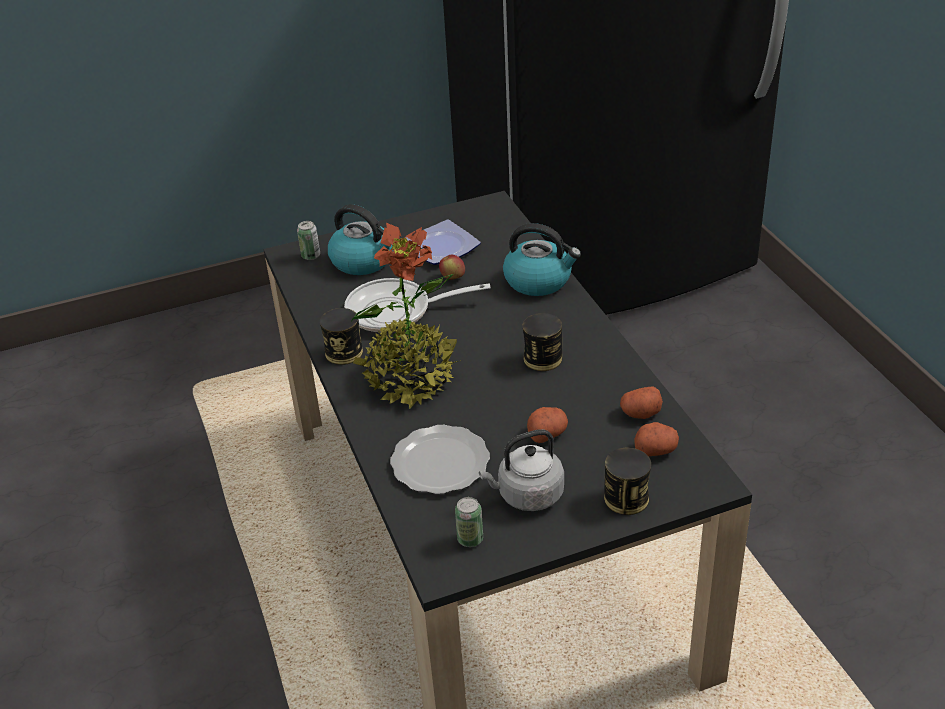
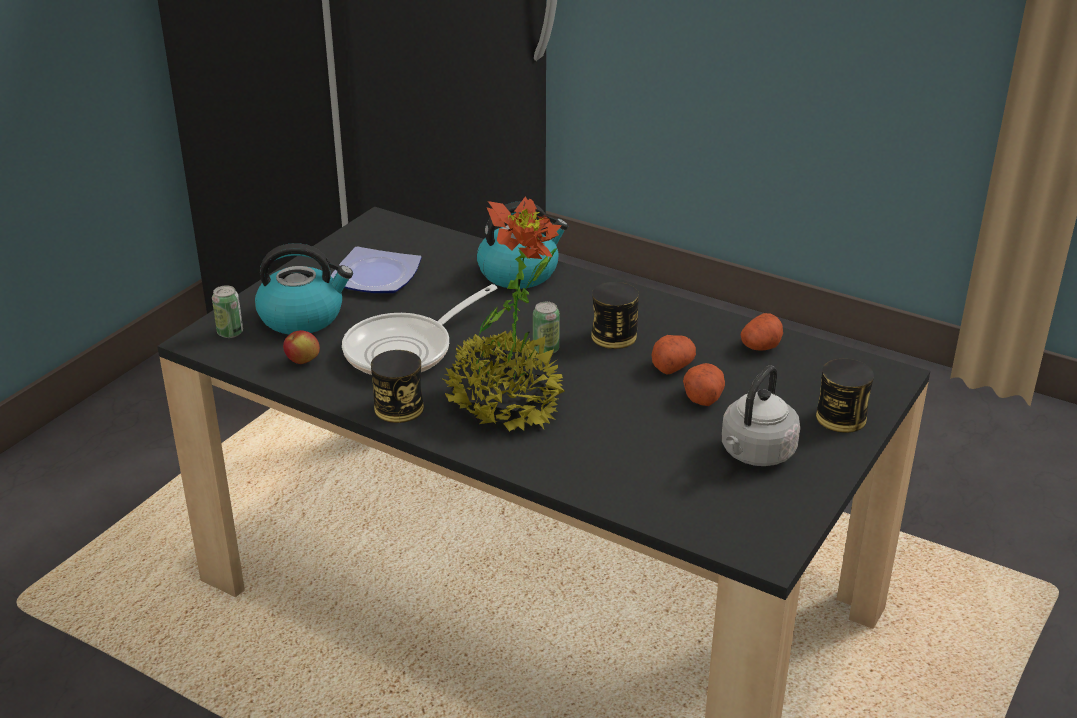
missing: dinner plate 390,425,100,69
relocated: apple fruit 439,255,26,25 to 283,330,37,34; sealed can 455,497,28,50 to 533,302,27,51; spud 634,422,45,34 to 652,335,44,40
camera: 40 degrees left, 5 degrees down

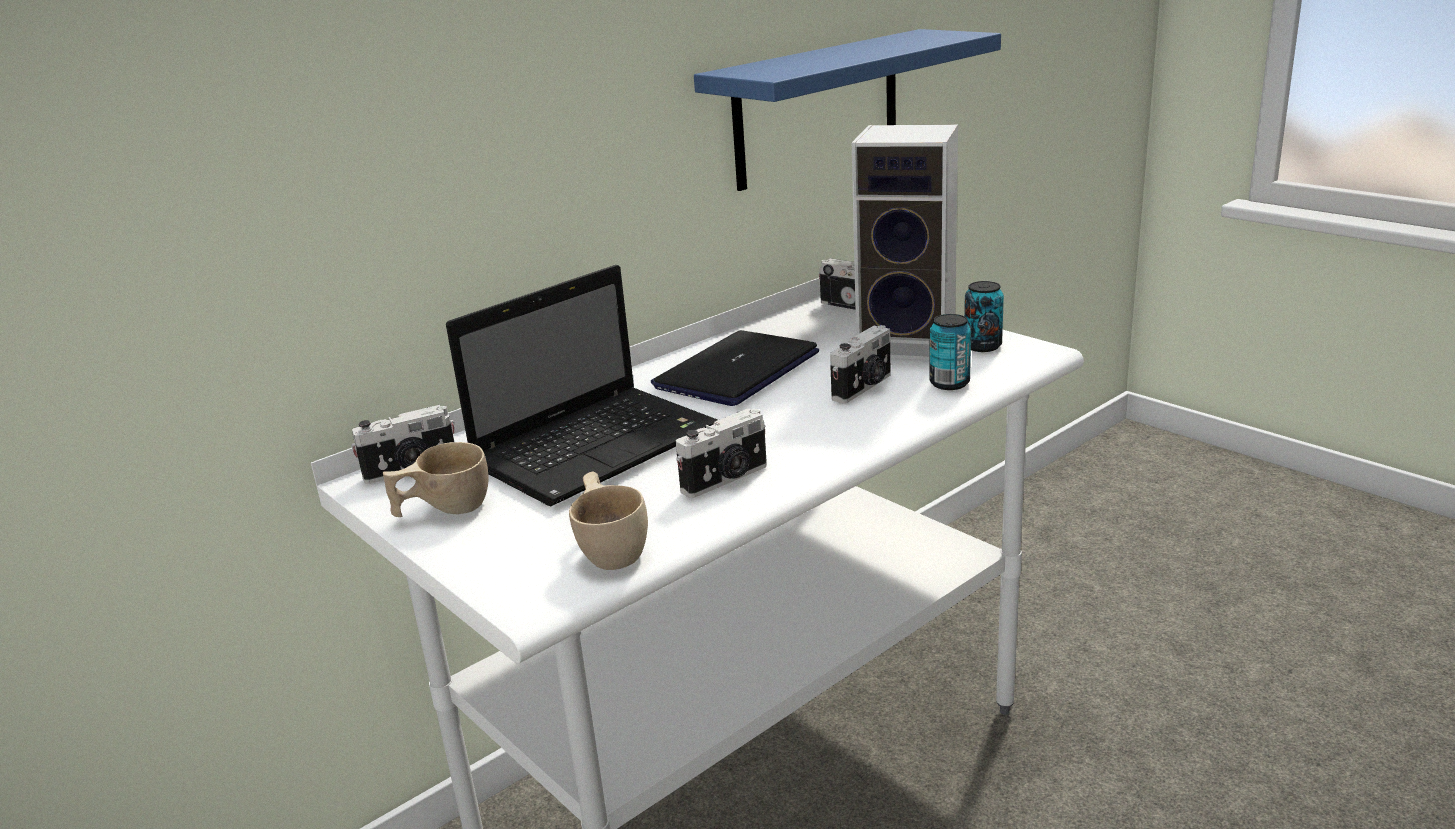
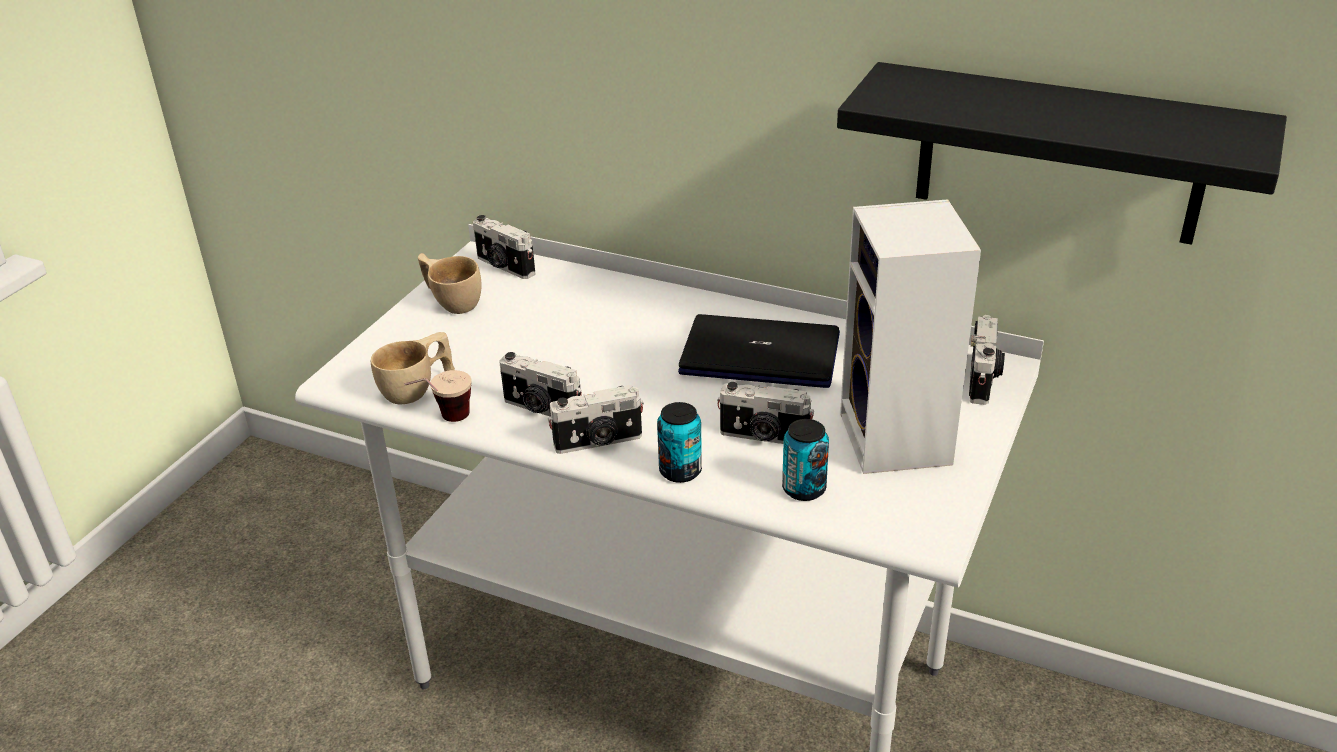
missing: notebook computer 446,265,272,241
appeared: cup 404,370,68,52; still camera 548,385,96,69
relocated: sealed can 964,281,40,71 to 657,402,45,81
colour: blue-coloured wall shelf 694,29,307,162 to black-coloured wall shelf 837,62,450,183
camera: 65 degrees right, 10 degrees up

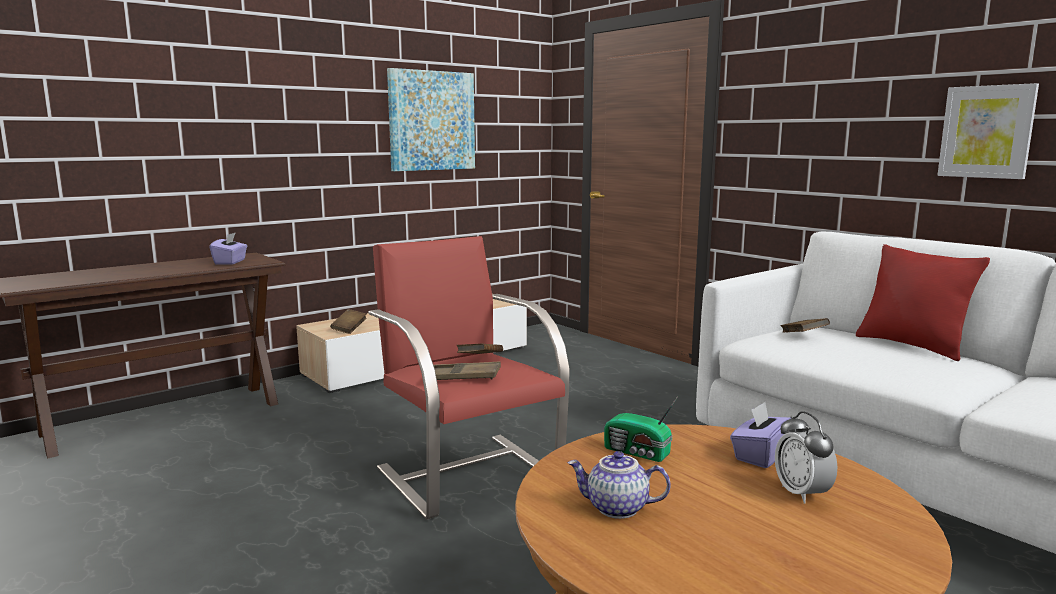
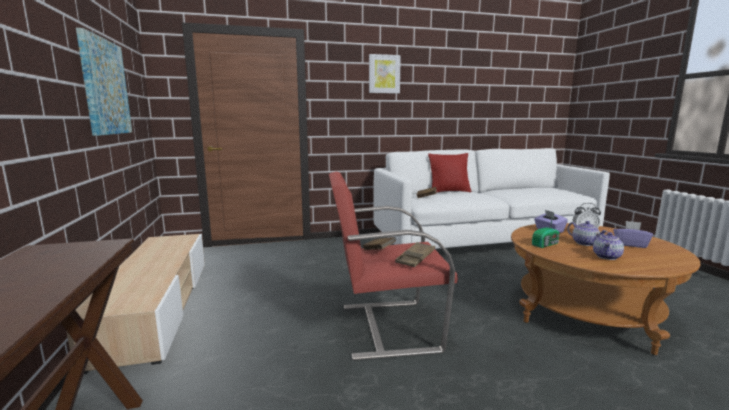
missing: brown-coloured volume 330,309,36,25
appeared: tea pot 567,221,41,25
relocated: wall art 937,83,102,96 to 369,54,32,40; purplish tissue holder 209,232,38,33 to 613,221,40,27
camera: 65 degrees left, 0 degrees up

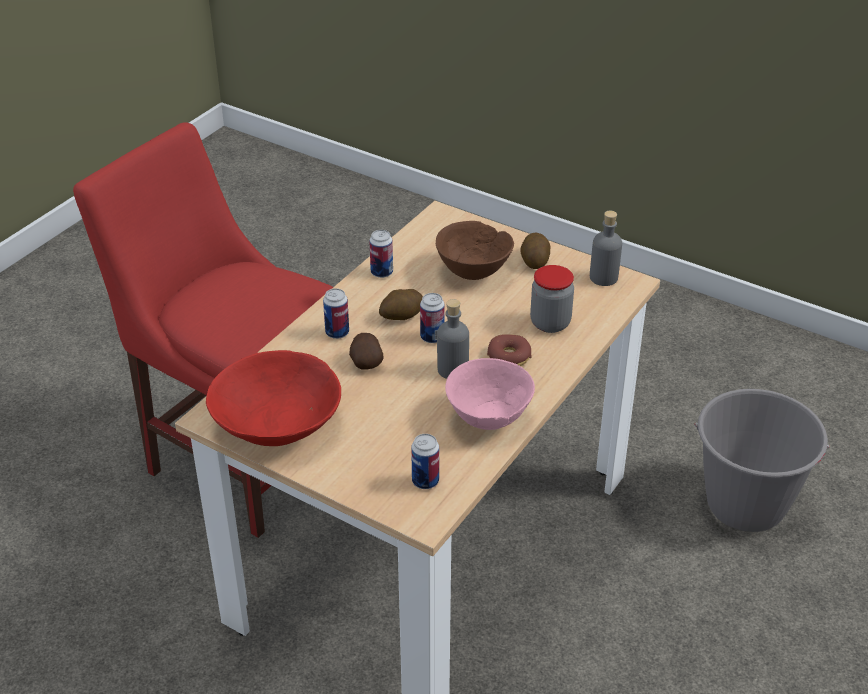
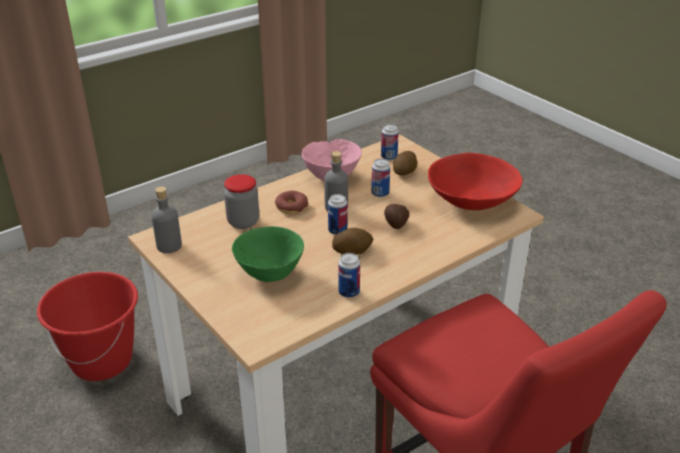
relocated: sealed can 323,288,26,51 to 371,159,19,38; spud 520,233,30,36 to 393,151,24,24
colour: grey water bucket 694,389,136,143 to red water bucket 37,272,101,109; brown-coloured bowl 436,221,78,59 to green-coloured bowl 232,226,72,56
camera: 160 degrees left, 5 degrees down

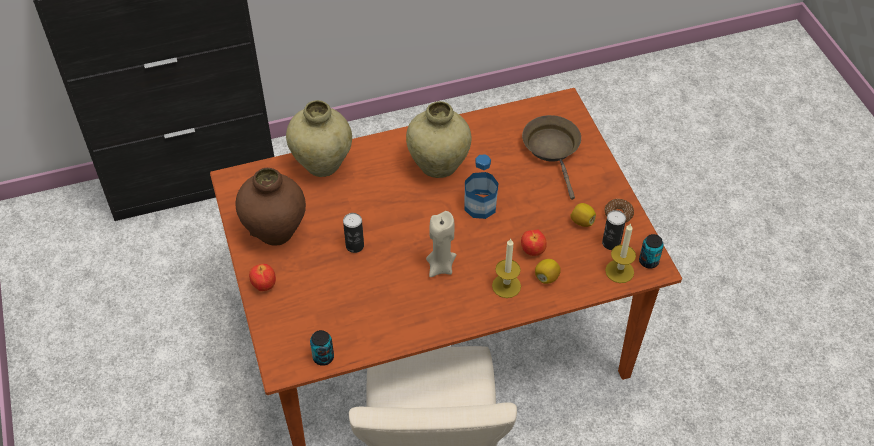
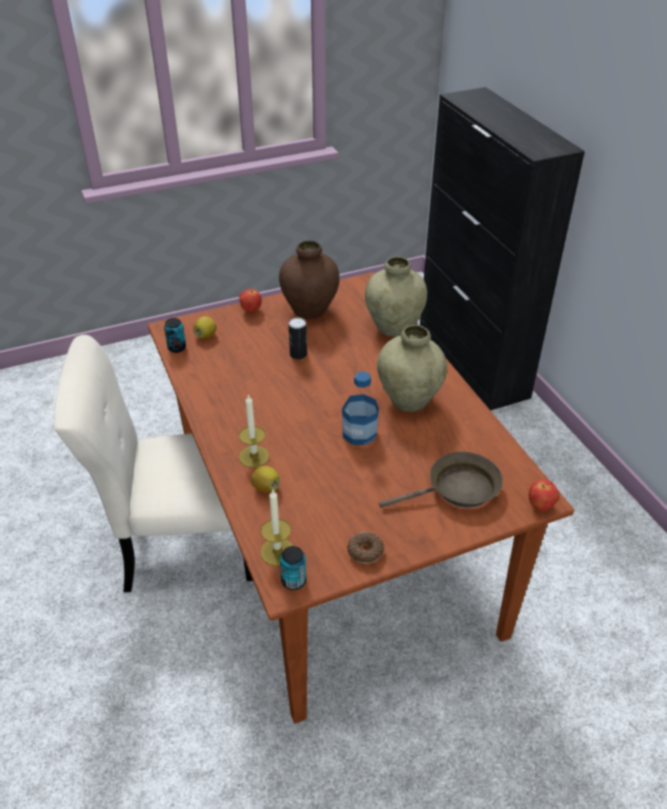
missing: sand-coloured wax light 426,211,30,66; sealed can 602,210,24,40
relocated: citrus fruit 570,203,26,24 to 193,316,23,23; apple fruit 521,230,26,26 to 529,479,30,32
camera: 85 degrees right, 10 degrees down

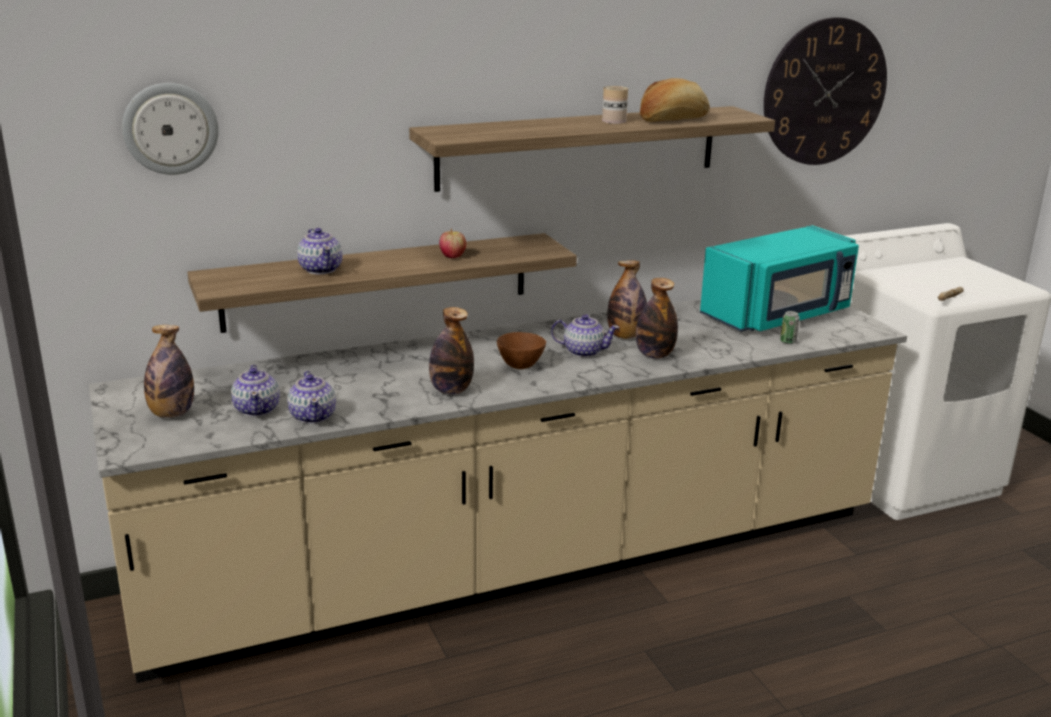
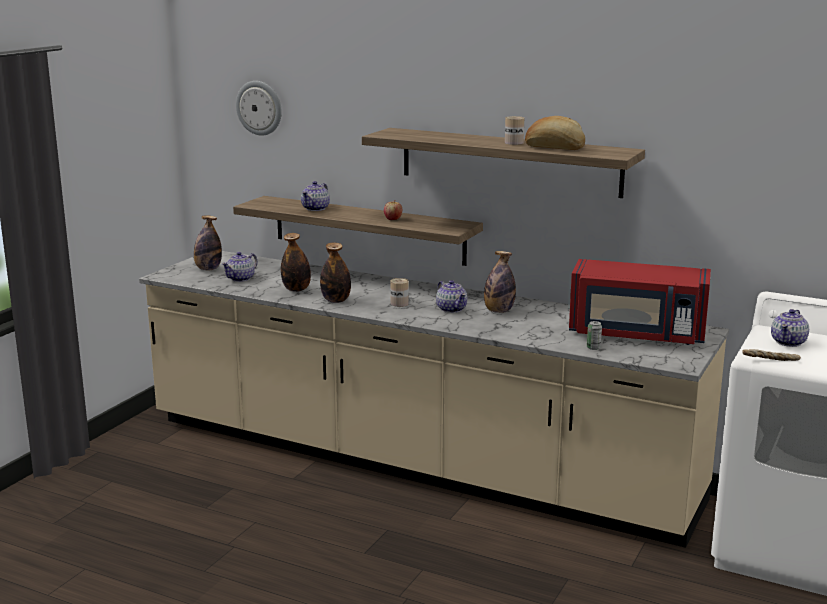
missing: wall clock 764,17,123,148
relocated: drink bottle 636,278,42,81 to 281,233,30,59; tea pot 287,371,49,53 to 771,309,38,38
exchanged: brown-coloured bowl 497,332,49,37 to sealed can 390,278,19,29
colour: turquoise-coloured microwave oven 700,225,159,107 to red microwave oven 569,259,142,86
camera: 50 degrees right, 5 degrees down

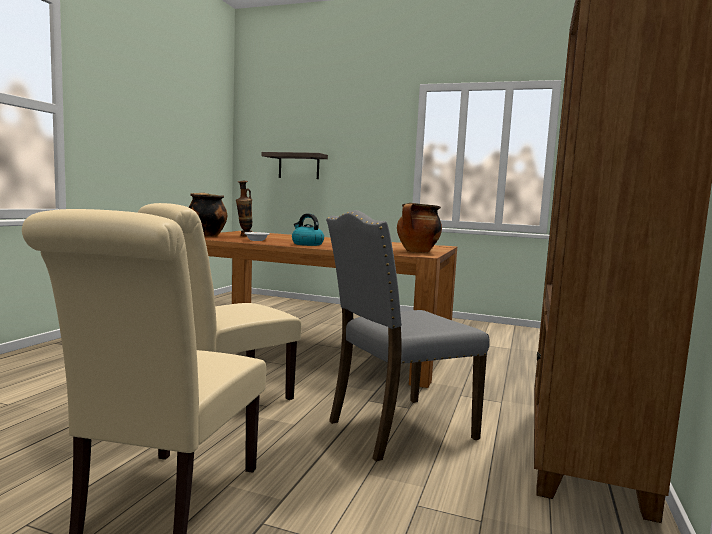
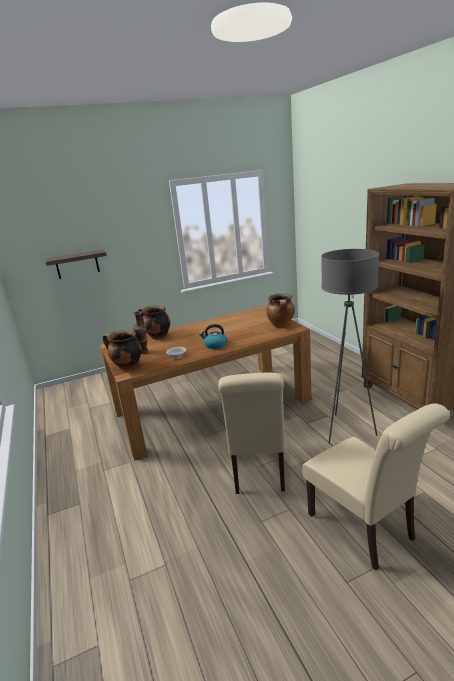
appeared: stockpot 138,305,32,34
exchanged: grey upright chair 326,210,164,252 to grey standing lamp 321,249,58,195
camera: 40 degrees left, 15 degrees up

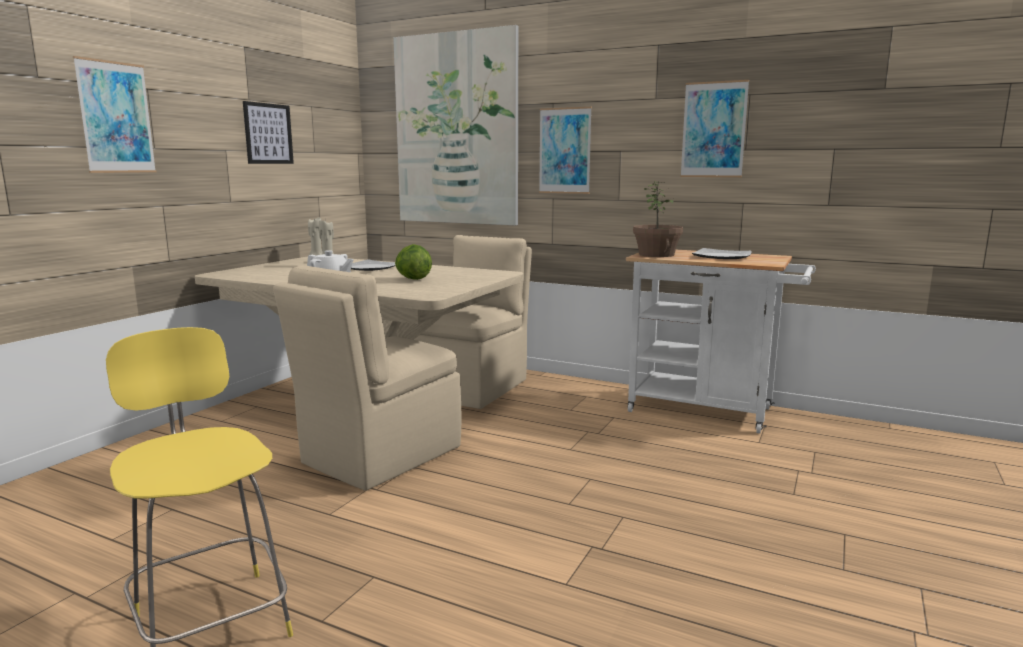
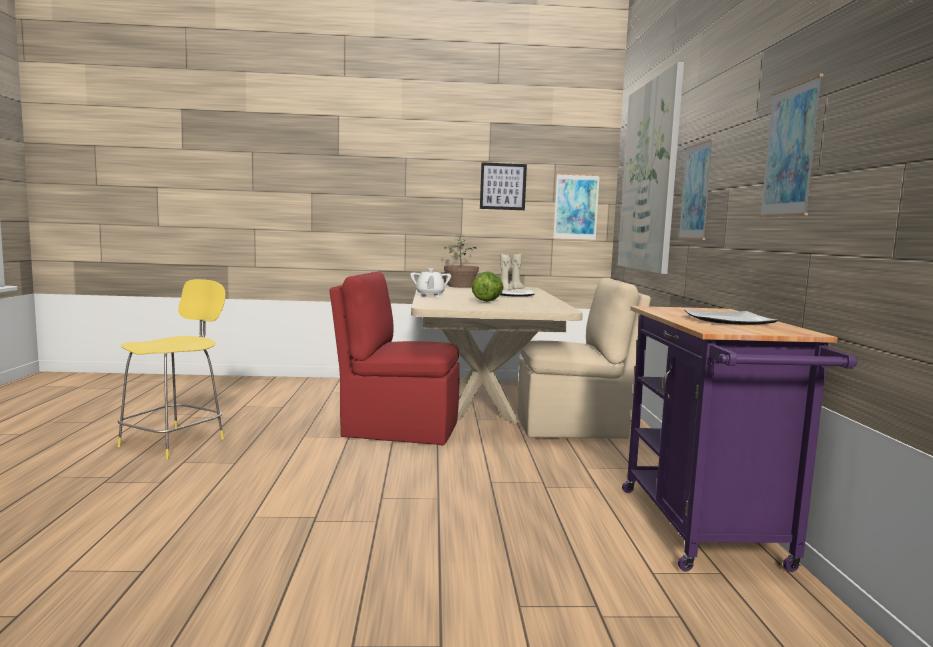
relocated: potted plant 633,180,50,77 to 444,234,35,54; wall art 73,56,83,117 to 553,173,47,68
colour: sand-coloured upright chair 273,265,188,226 to red upright chair 329,272,131,173; white cart 626,250,190,184 to purplish cart 622,306,236,266
camera: 60 degrees right, 5 degrees down

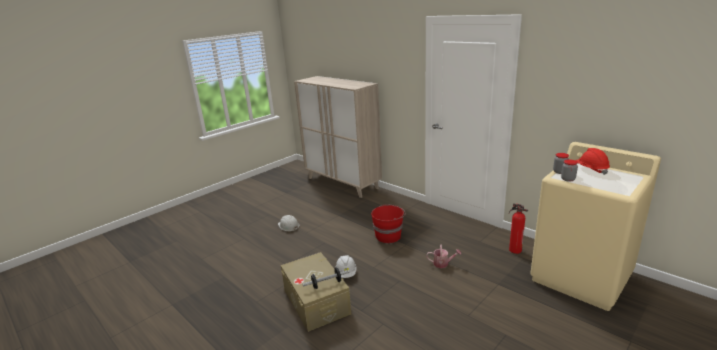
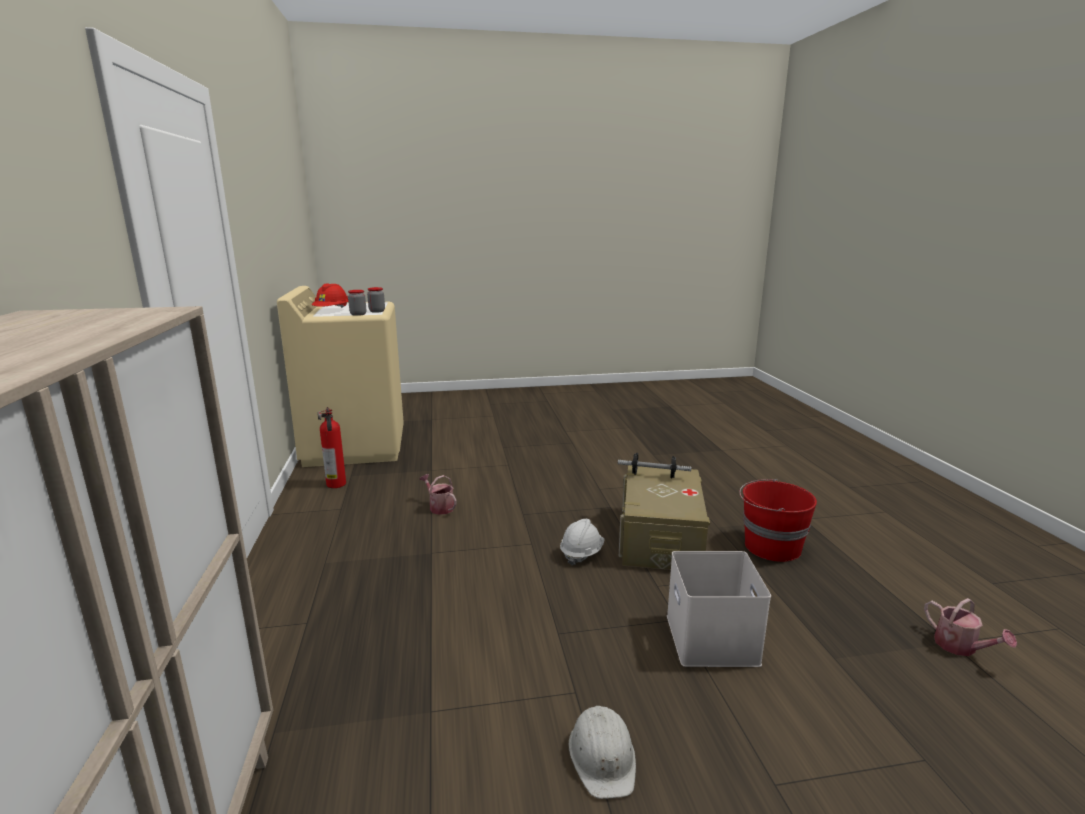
appeared: white storage container 667,551,104,116; watering can 924,598,93,58
relocated: red water bucket 371,205,35,38 to 739,479,78,83
camera: 145 degrees left, 5 degrees down

